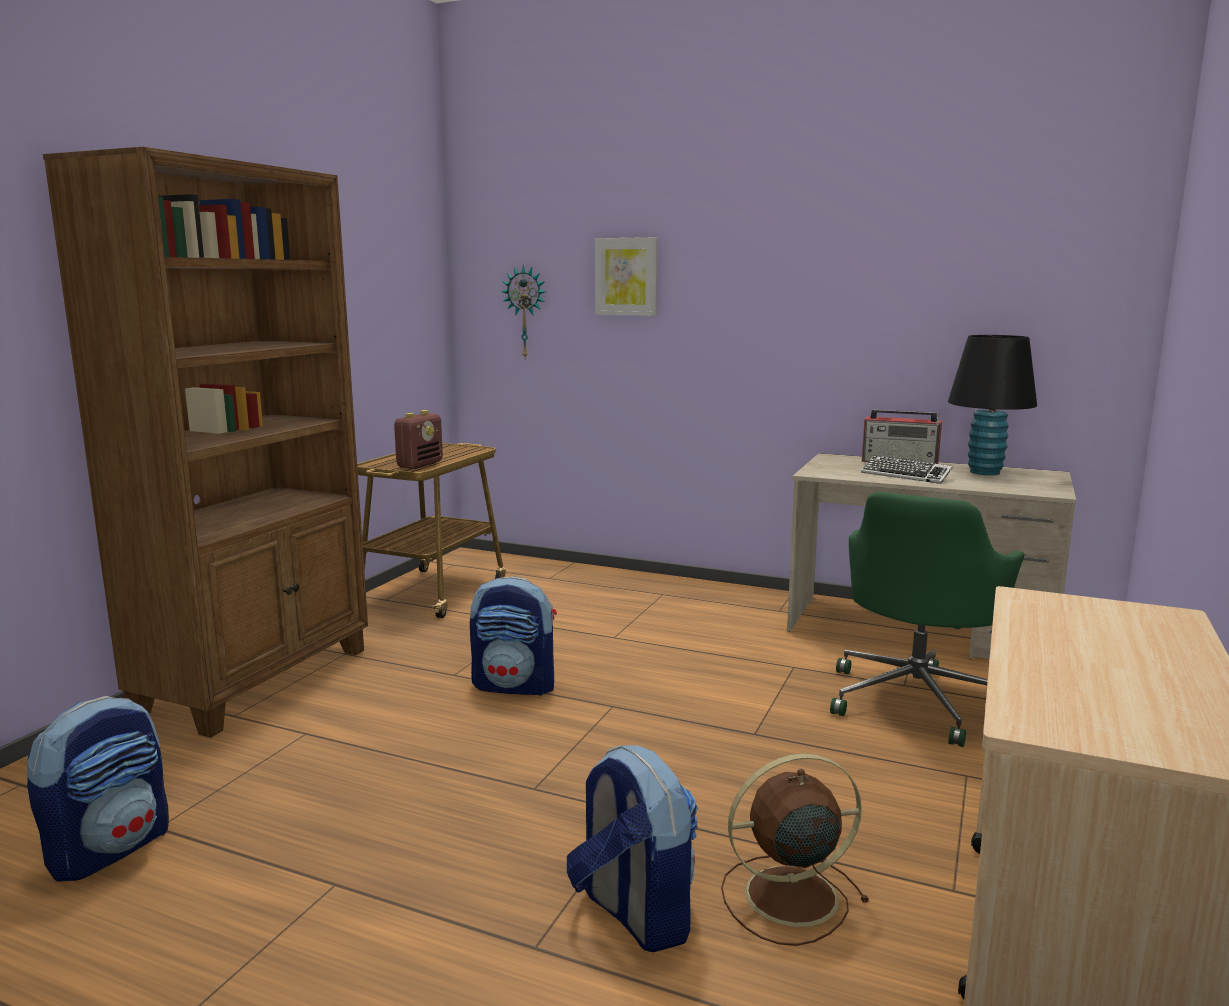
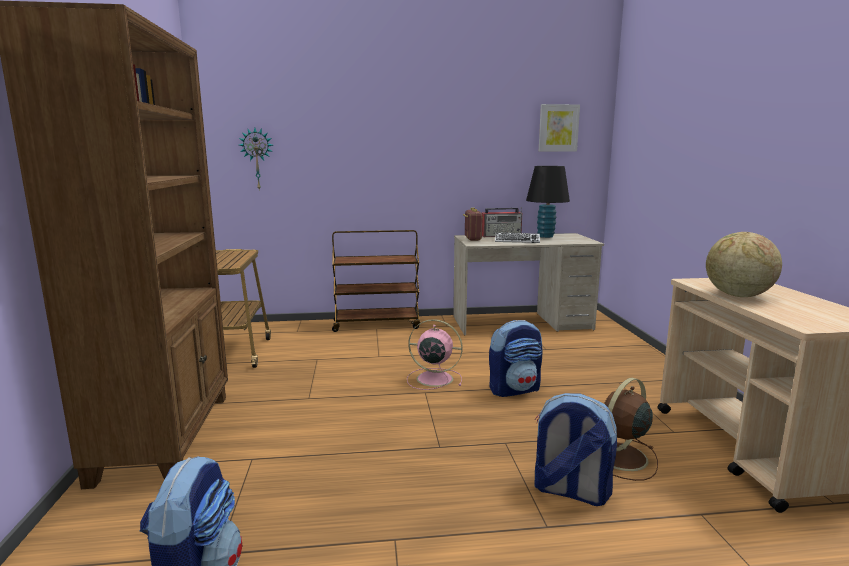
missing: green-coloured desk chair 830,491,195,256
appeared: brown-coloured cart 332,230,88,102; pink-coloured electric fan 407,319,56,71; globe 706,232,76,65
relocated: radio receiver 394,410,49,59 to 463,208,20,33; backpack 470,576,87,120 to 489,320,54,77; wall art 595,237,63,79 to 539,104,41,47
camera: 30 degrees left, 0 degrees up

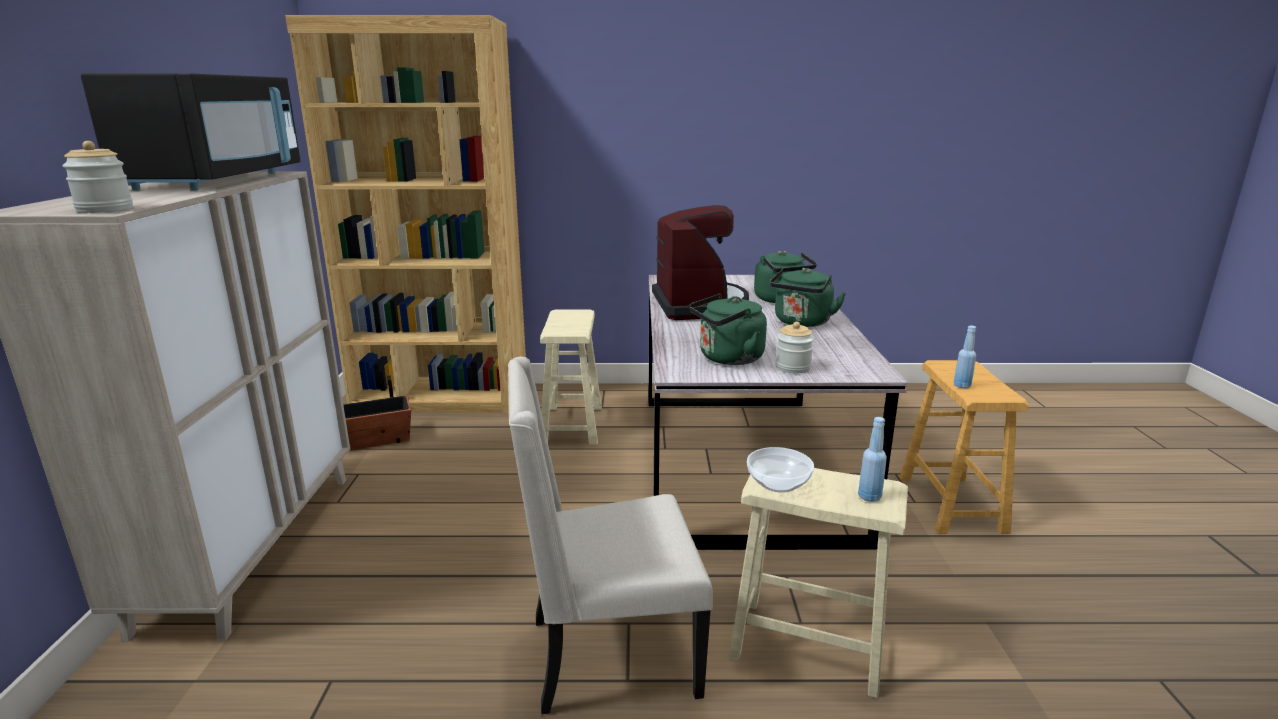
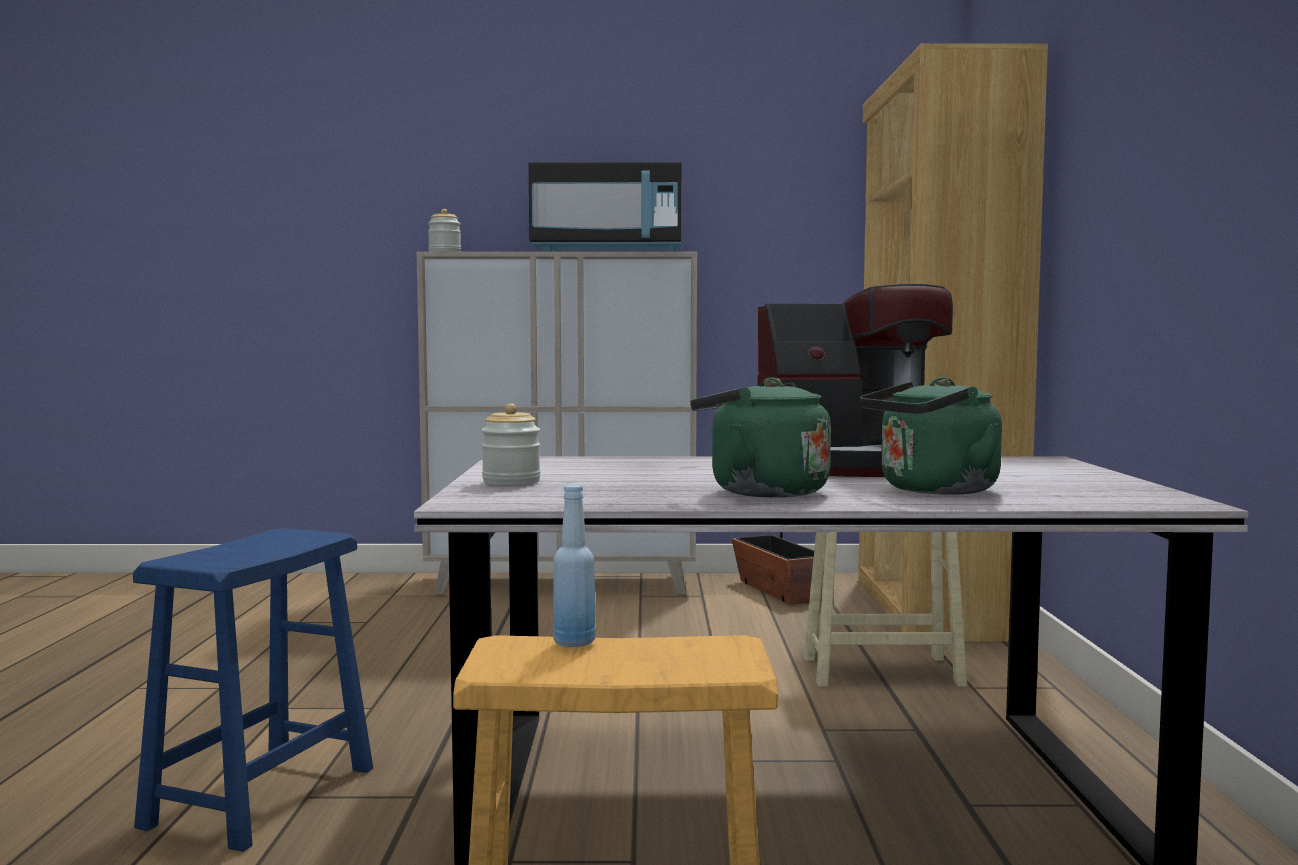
missing: sand-coloured upright chair 508,356,205,359; green-coloured tea kettle 689,294,78,71; bowl 747,447,67,46; blue-coloured drink bottle 858,417,29,85
colour: sand-coloured sitting stool 729,468,179,230 to blue-coloured sitting stool 133,528,240,324
camera: 90 degrees right, 15 degrees down

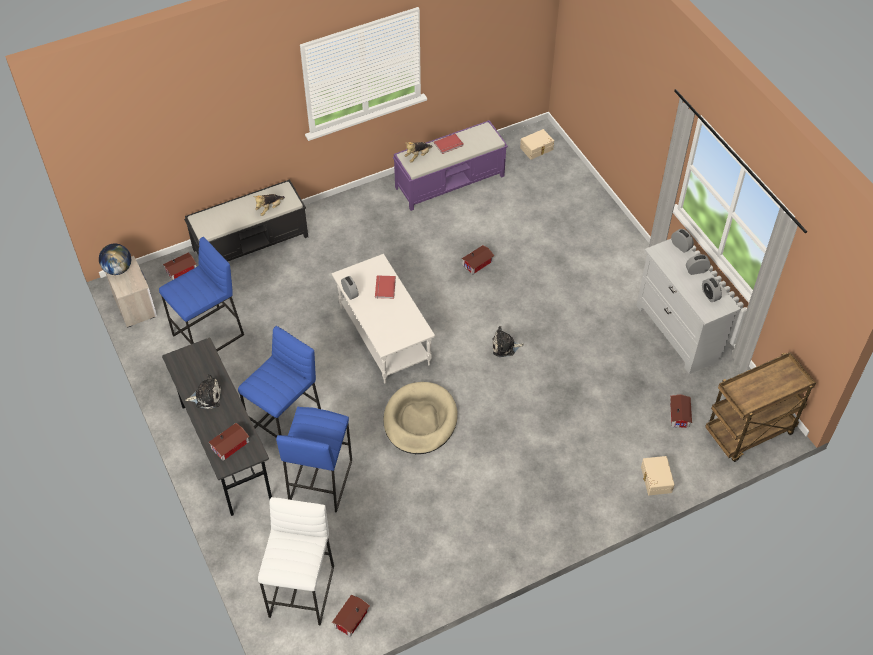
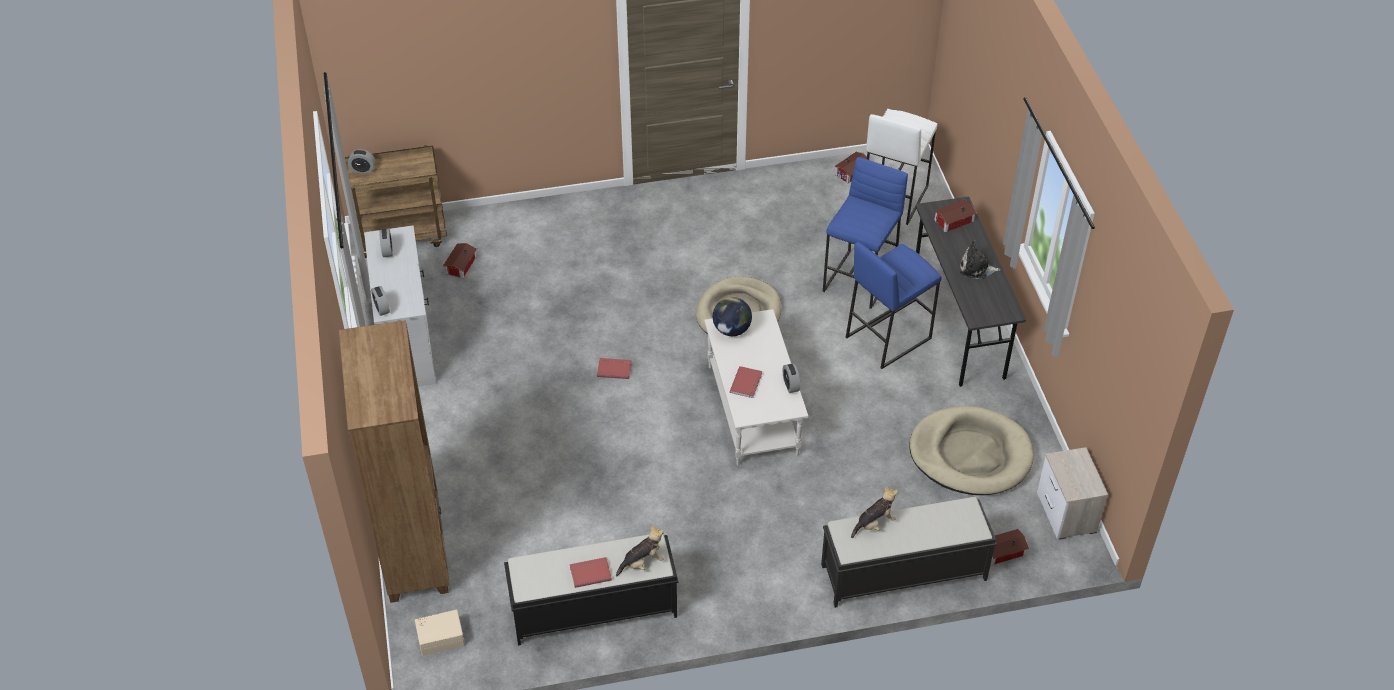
missing: model house 462,245,32,29; sand-coloured storage container 641,456,34,39
appeared: brown-coloured bookshelf 339,320,111,283
relocated: alarm clock 686,254,25,21 to 348,149,27,24; globe 99,243,32,32 to 713,297,39,39
exchanged: plush toy 492,326,32,31 to red volume 597,358,35,21; blue-coloured sitting stool 159,237,85,115 to sand-coloured pet bed 910,406,124,89
colour: purplish indoor bench 393,120,115,91 to black-coloured indoor bench 504,534,174,111
camera: 165 degrees left, 5 degrees down

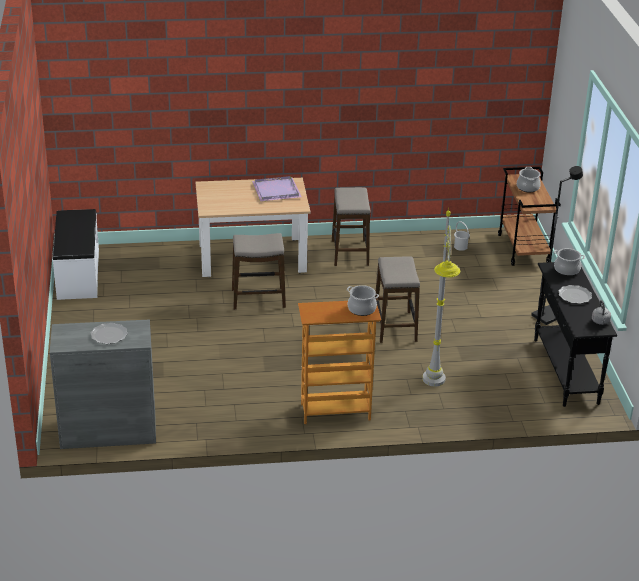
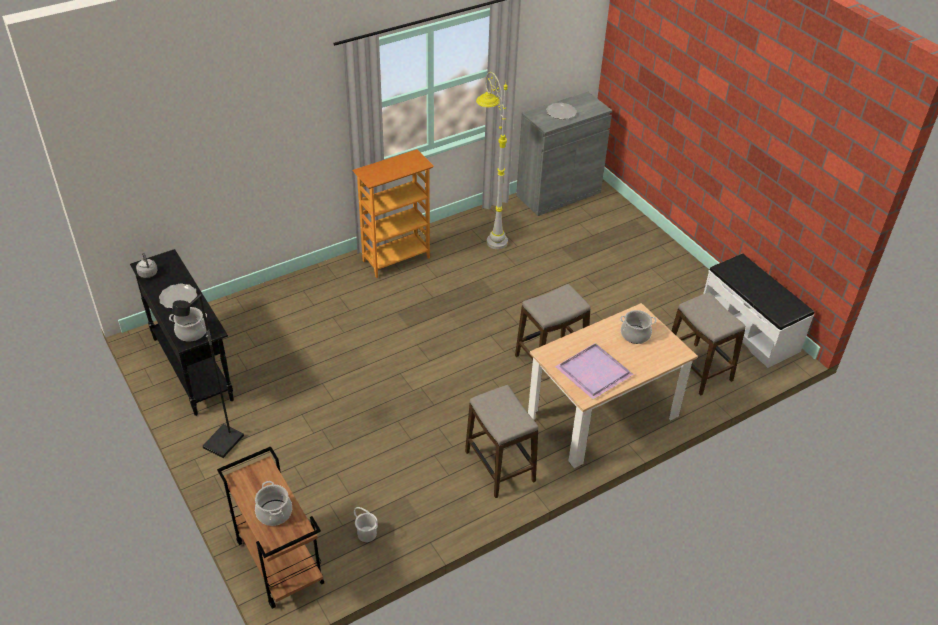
relocated: grey standing lamp 422,207,38,180 to 476,72,32,177; stockpot 347,285,32,31 to 620,310,37,34; sitting stool 375,256,45,87 to 672,293,74,102
camera: 155 degrees right, 10 degrees up

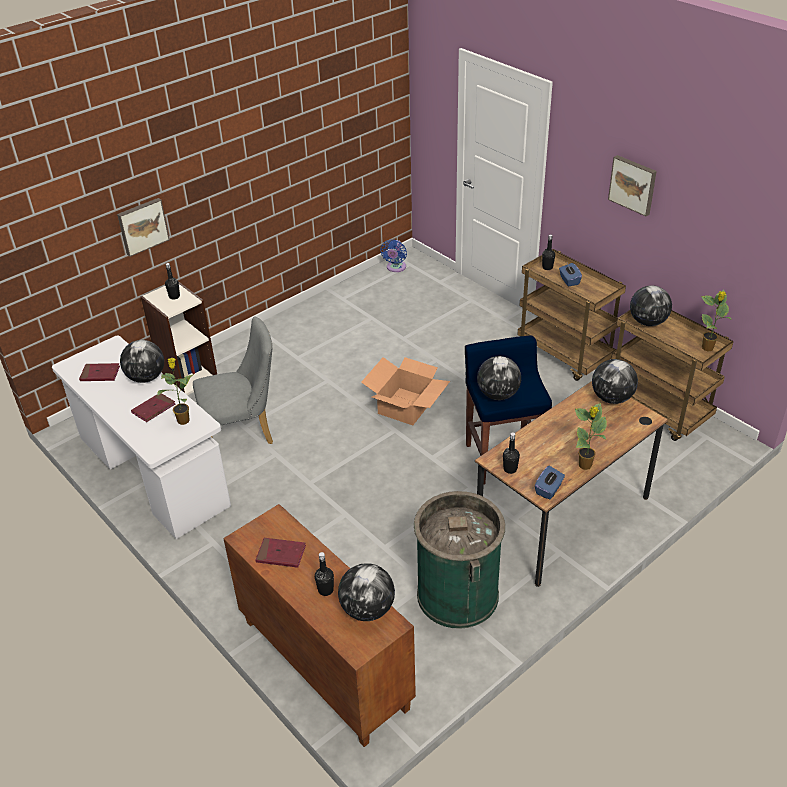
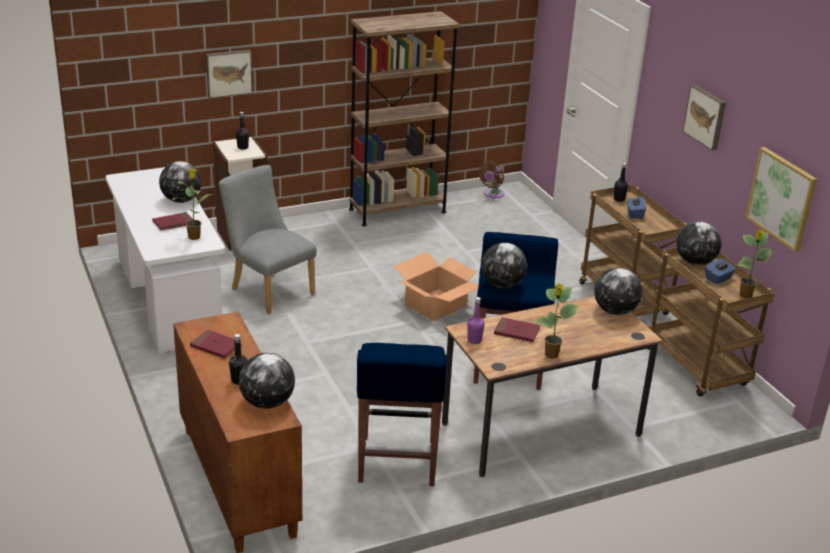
appeared: brown-coloured bookshelf 349,11,111,215; wall art 745,147,72,105
relocated: red volume 79,363,41,18 to 494,317,46,25; blue-coloured tissue holder 535,466,30,33 to 706,259,30,25
exchanged: green-coloured trash can 414,491,91,138 to blue-coloured sitting stool 357,343,90,143
colour: black-coloured drink bottle 503,432,17,42 to purplish drink bottle 467,297,18,47; blue-coloured electric fan 380,239,27,33 to brown-coloured electric fan 479,161,25,37
spun: grey upright chair 193,317,80,127 = 219,165,98,149 135 degrees counterclockwise
camera: 15 degrees right, 10 degrees down

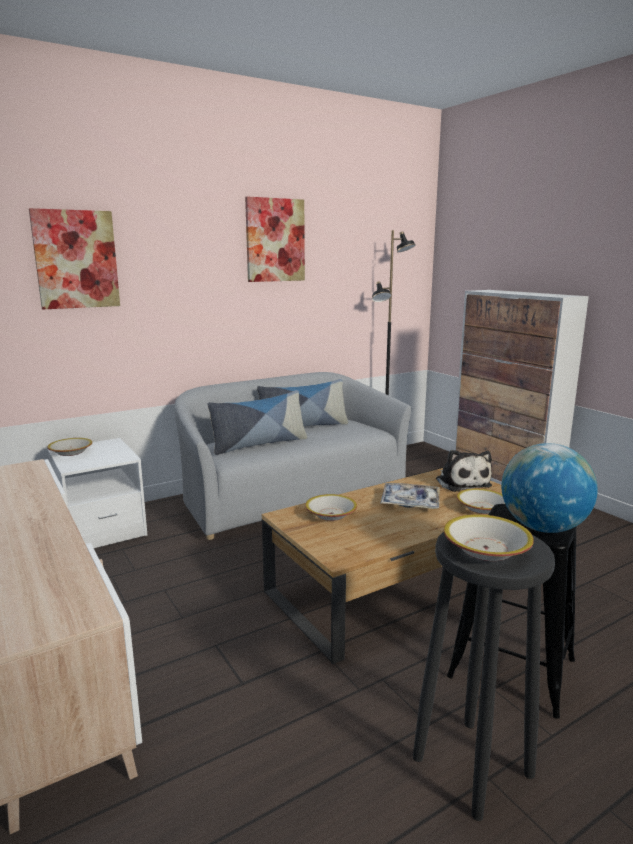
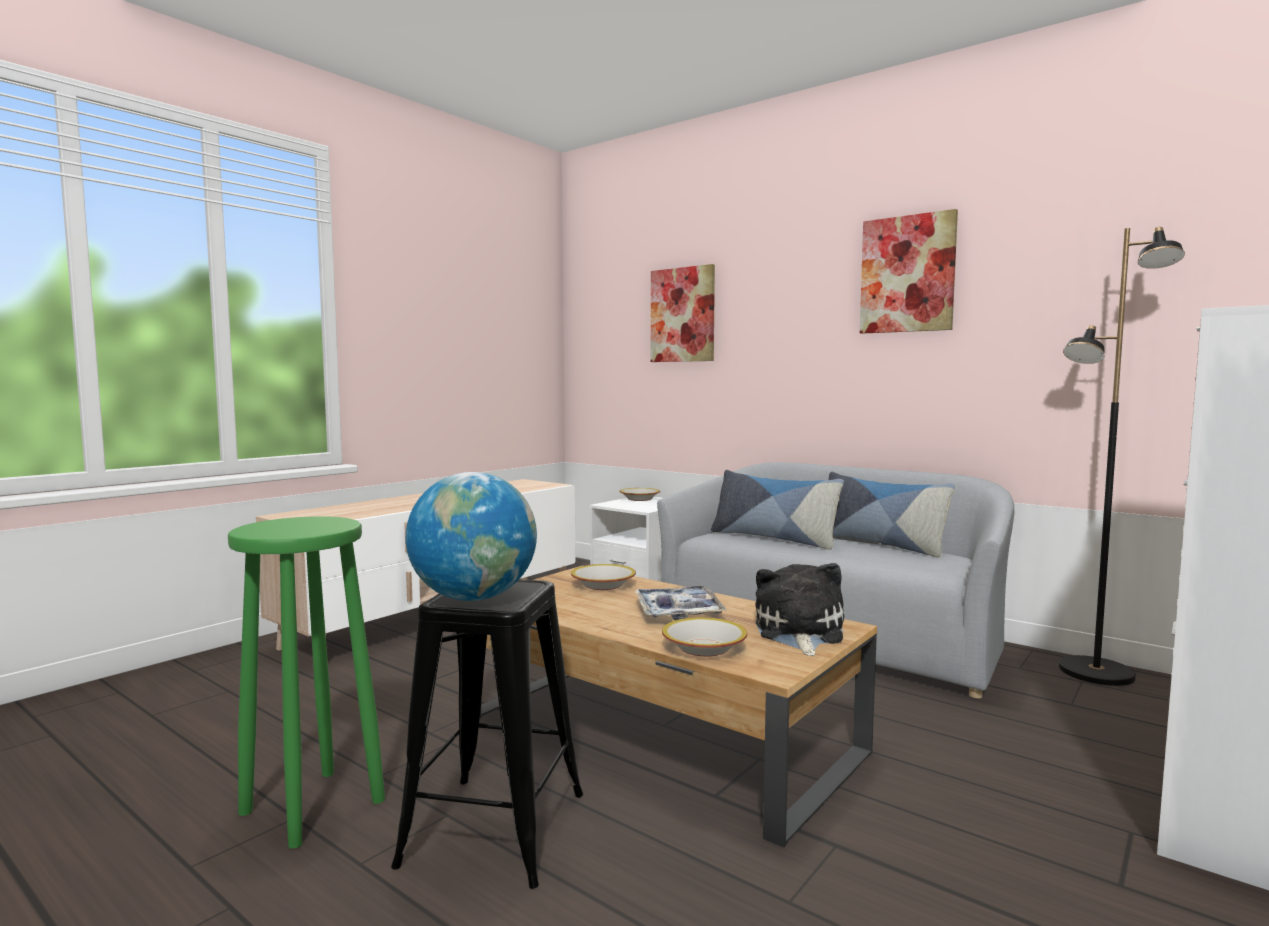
missing: bowl 444,514,90,47
colour: black-coloured sitting stool 413,531,142,290 to green-coloured sitting stool 228,516,157,333
spun: plush toy 436,450,56,42 = 755,563,89,93 135 degrees clockwise
camera: 70 degrees right, 10 degrees down

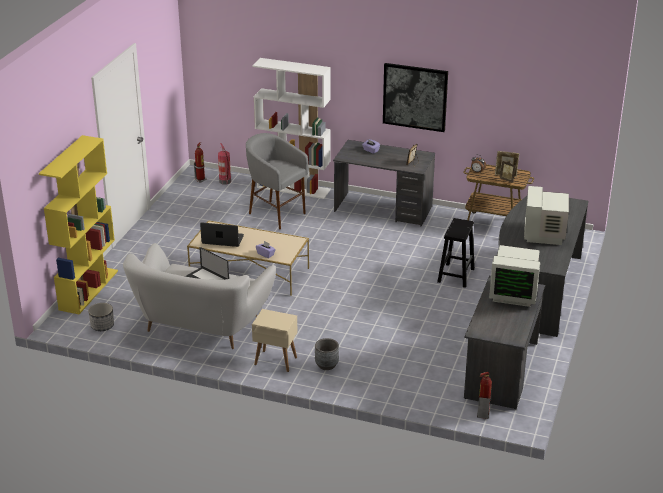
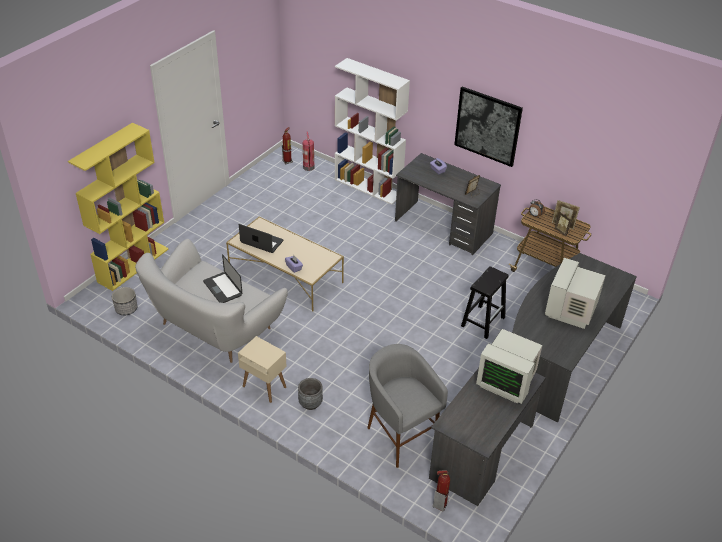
relocated: grey sitting stool 246,133,62,96 to 367,344,81,124
camera: 15 degrees right, 10 degrees up

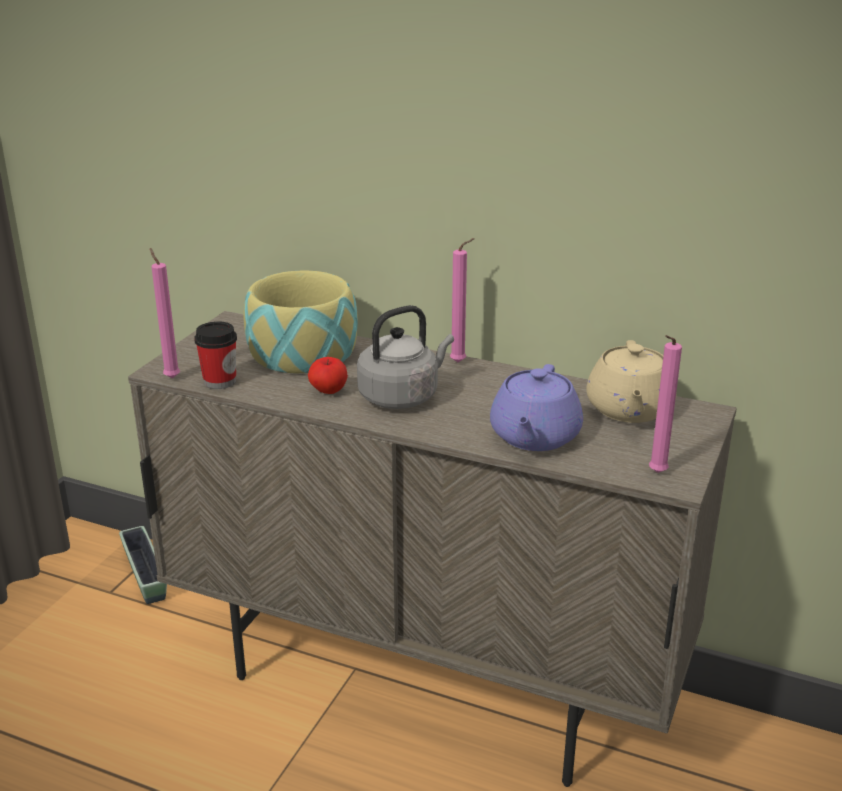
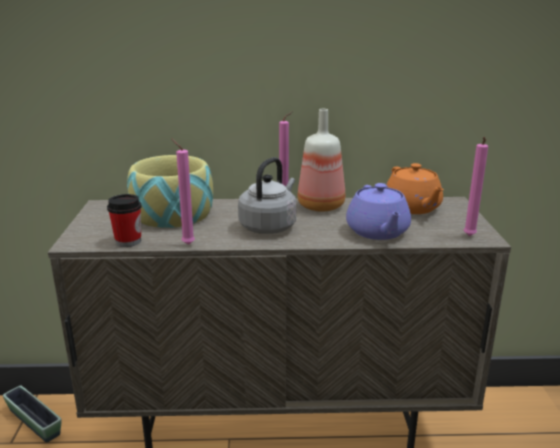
missing: apple fruit 308,357,40,37
appeared: drink bottle 298,109,47,103
relocated: pink-coloured wax light 150,248,30,131 to 171,139,24,106
colour: sand-coloured tea pot 586,340,91,83 to orange tea pot 386,163,58,51
camera: 25 degrees left, 5 degrees down

